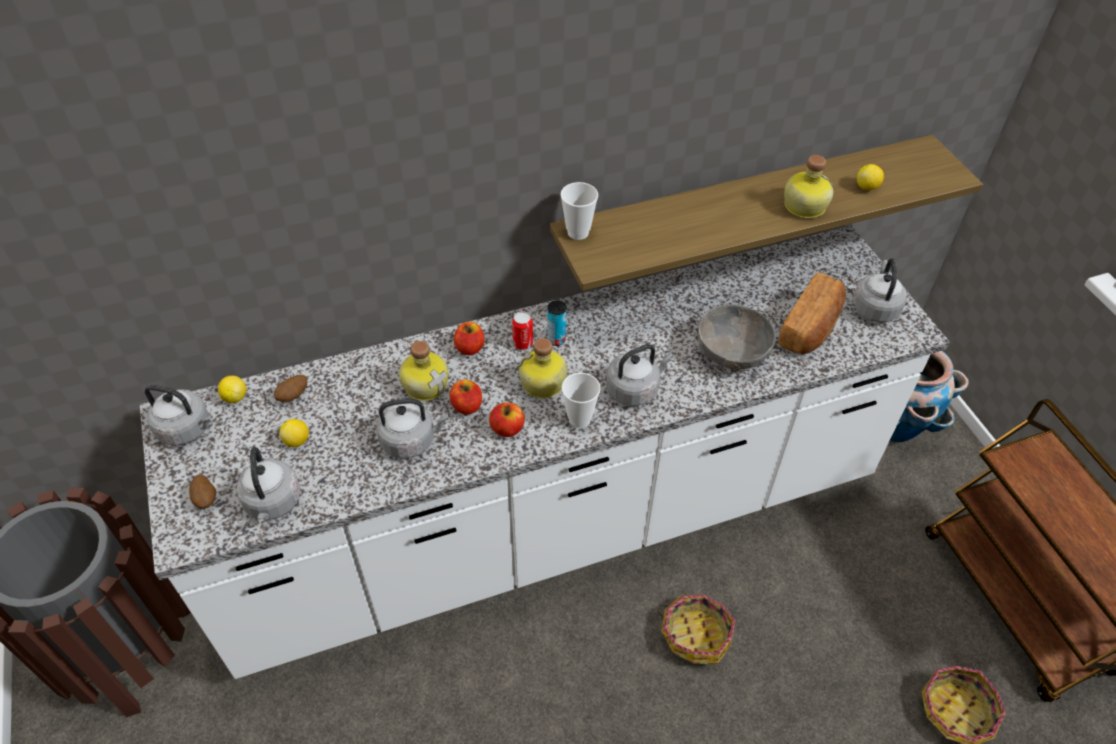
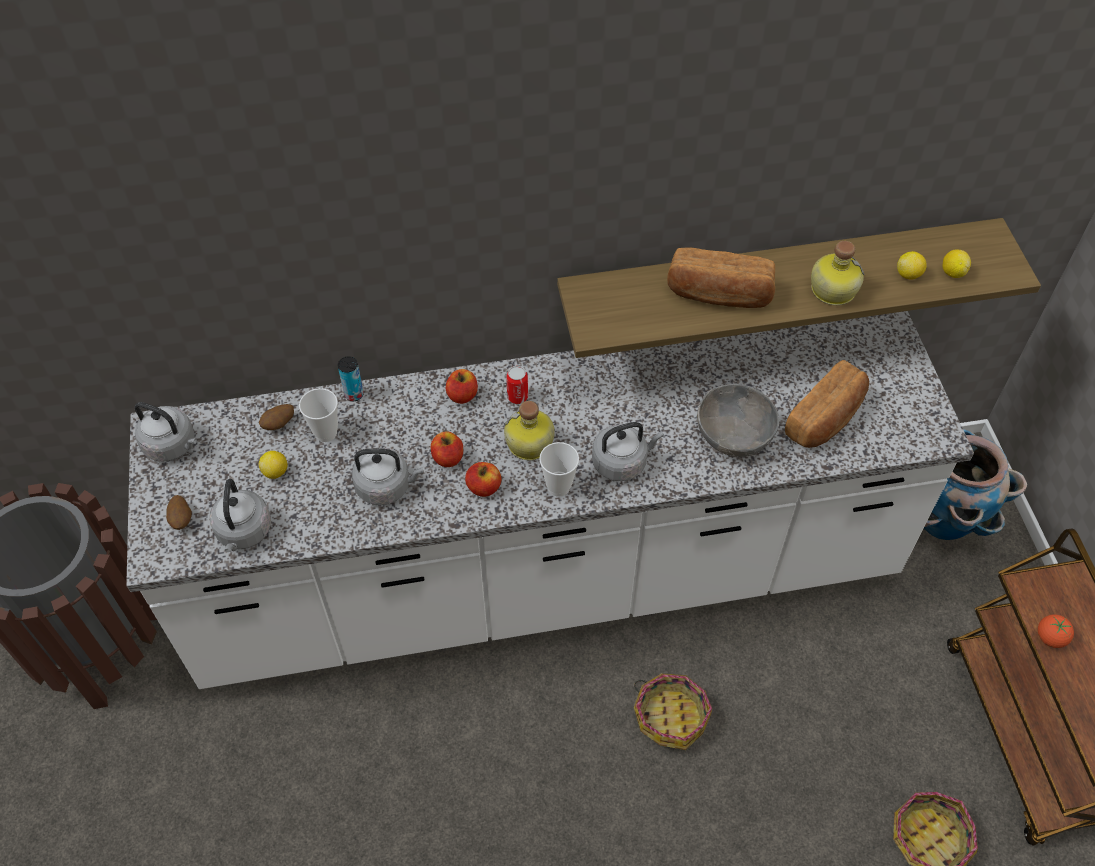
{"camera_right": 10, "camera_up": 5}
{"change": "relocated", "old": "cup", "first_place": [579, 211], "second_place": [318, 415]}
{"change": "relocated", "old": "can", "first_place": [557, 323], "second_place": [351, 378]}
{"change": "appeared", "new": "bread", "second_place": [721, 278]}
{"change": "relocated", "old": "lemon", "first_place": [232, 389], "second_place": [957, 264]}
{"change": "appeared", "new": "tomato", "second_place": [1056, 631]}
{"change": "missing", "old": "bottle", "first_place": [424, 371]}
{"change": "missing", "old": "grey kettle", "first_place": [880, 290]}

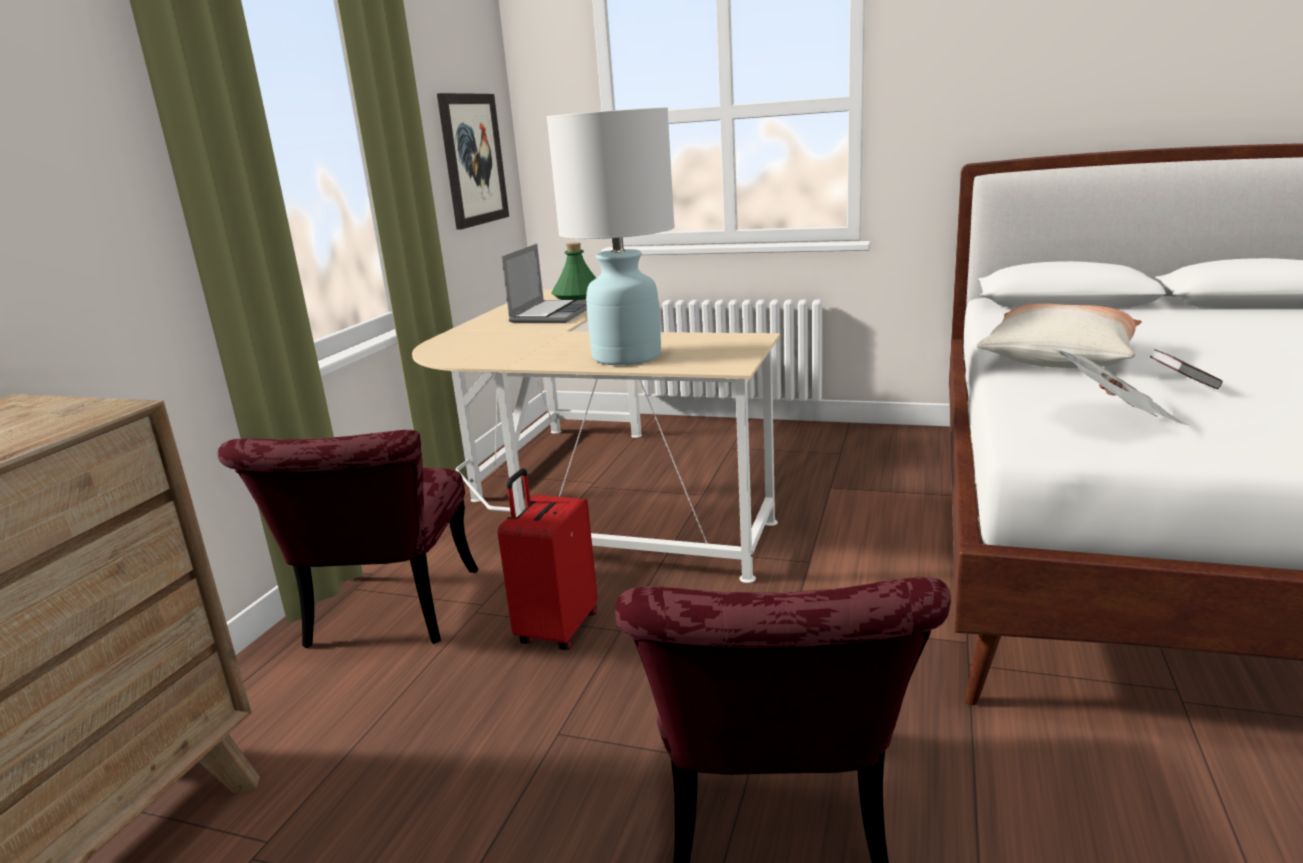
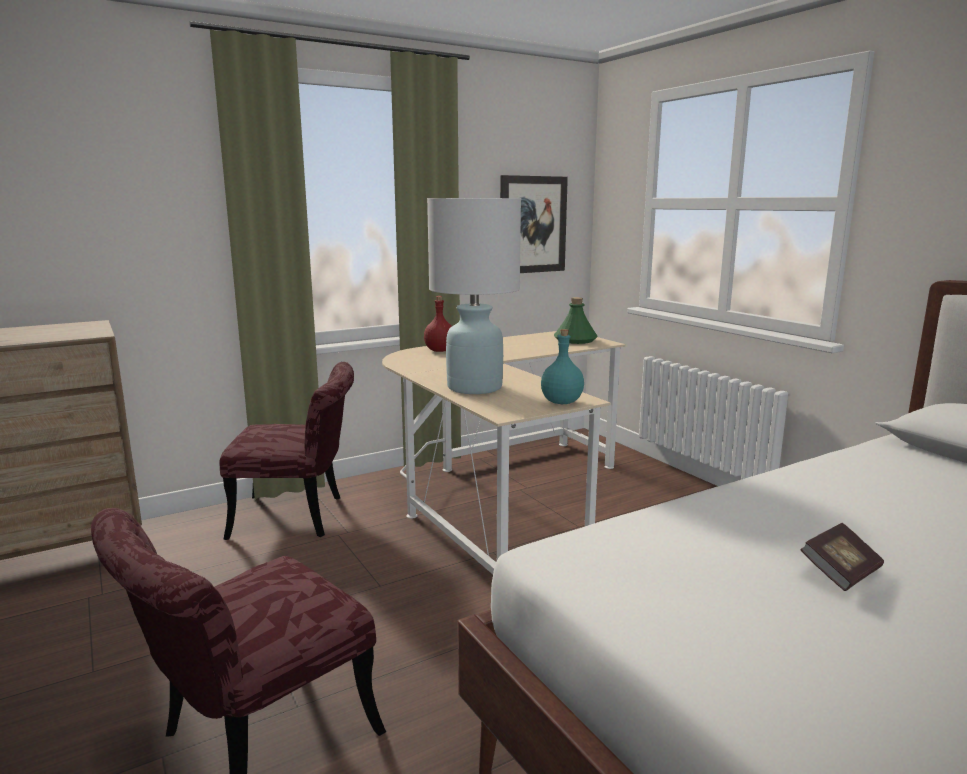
{"camera_right": 40, "camera_up": -5}
{"change": "spun", "old": "red chair", "first_place": [347, 539], "second_place": [286, 451], "degrees": -135}
{"change": "appeared", "new": "red bottle", "second_place": [438, 324]}
{"change": "appeared", "new": "turquoise bottle", "second_place": [562, 366]}
{"change": "missing", "old": "red suitcase", "first_place": [547, 559]}
{"change": "missing", "old": "laptop", "first_place": [544, 283]}
{"change": "missing", "old": "pillow", "first_place": [1059, 335]}
{"change": "missing", "old": "newspaper", "first_place": [1120, 387]}

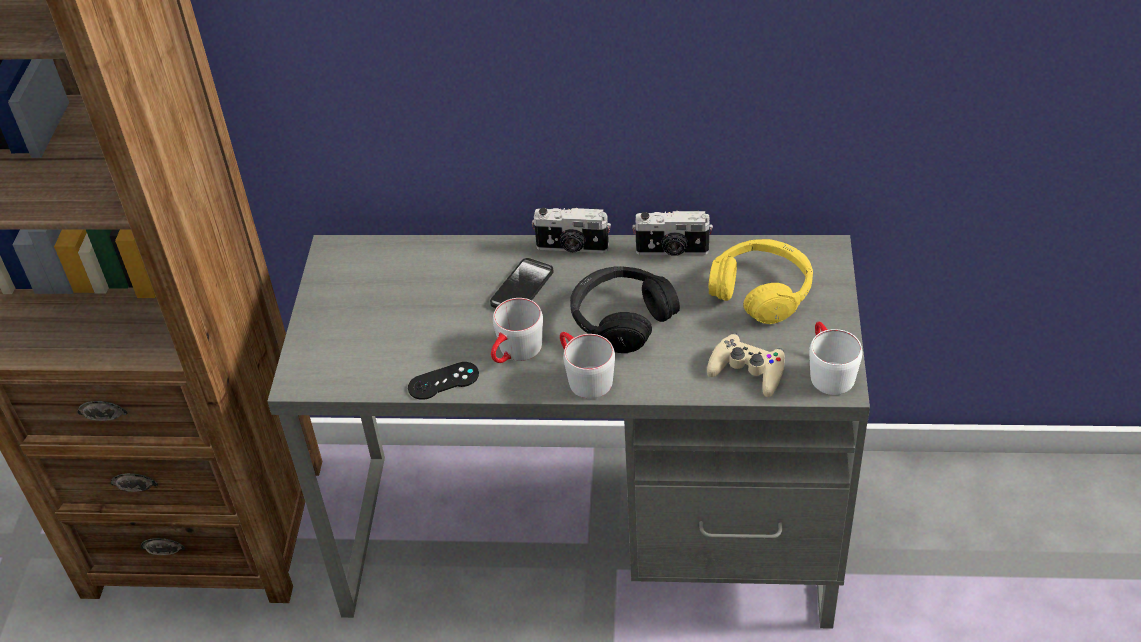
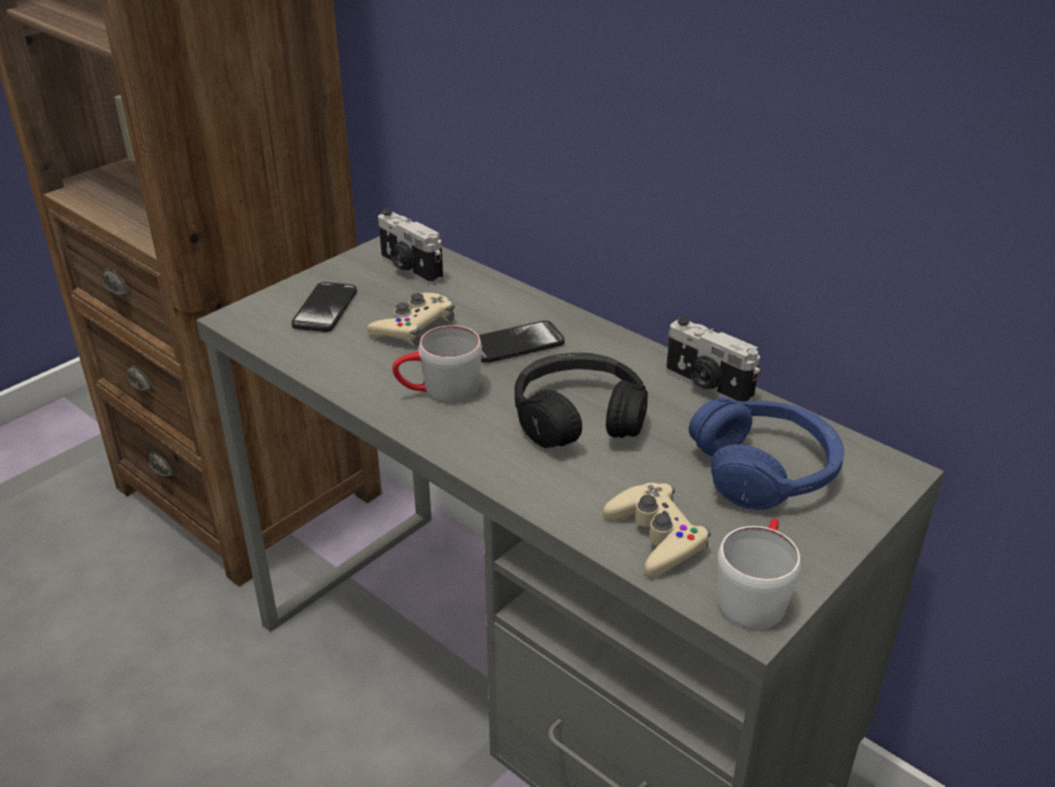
{"camera_right": 35, "camera_up": -10}
{"change": "appeared", "new": "phone", "second_place": [324, 307]}
{"change": "appeared", "new": "beige game controller", "second_place": [410, 319]}
{"change": "relocated", "old": "photo camera", "first_place": [571, 230], "second_place": [410, 247]}
{"change": "colour", "old": "yellow headphones", "new": "blue headphones", "first_place": [761, 281], "second_place": [767, 453]}
{"change": "missing", "old": "black game controller", "first_place": [443, 381]}
{"change": "missing", "old": "grey mug", "first_place": [587, 365]}

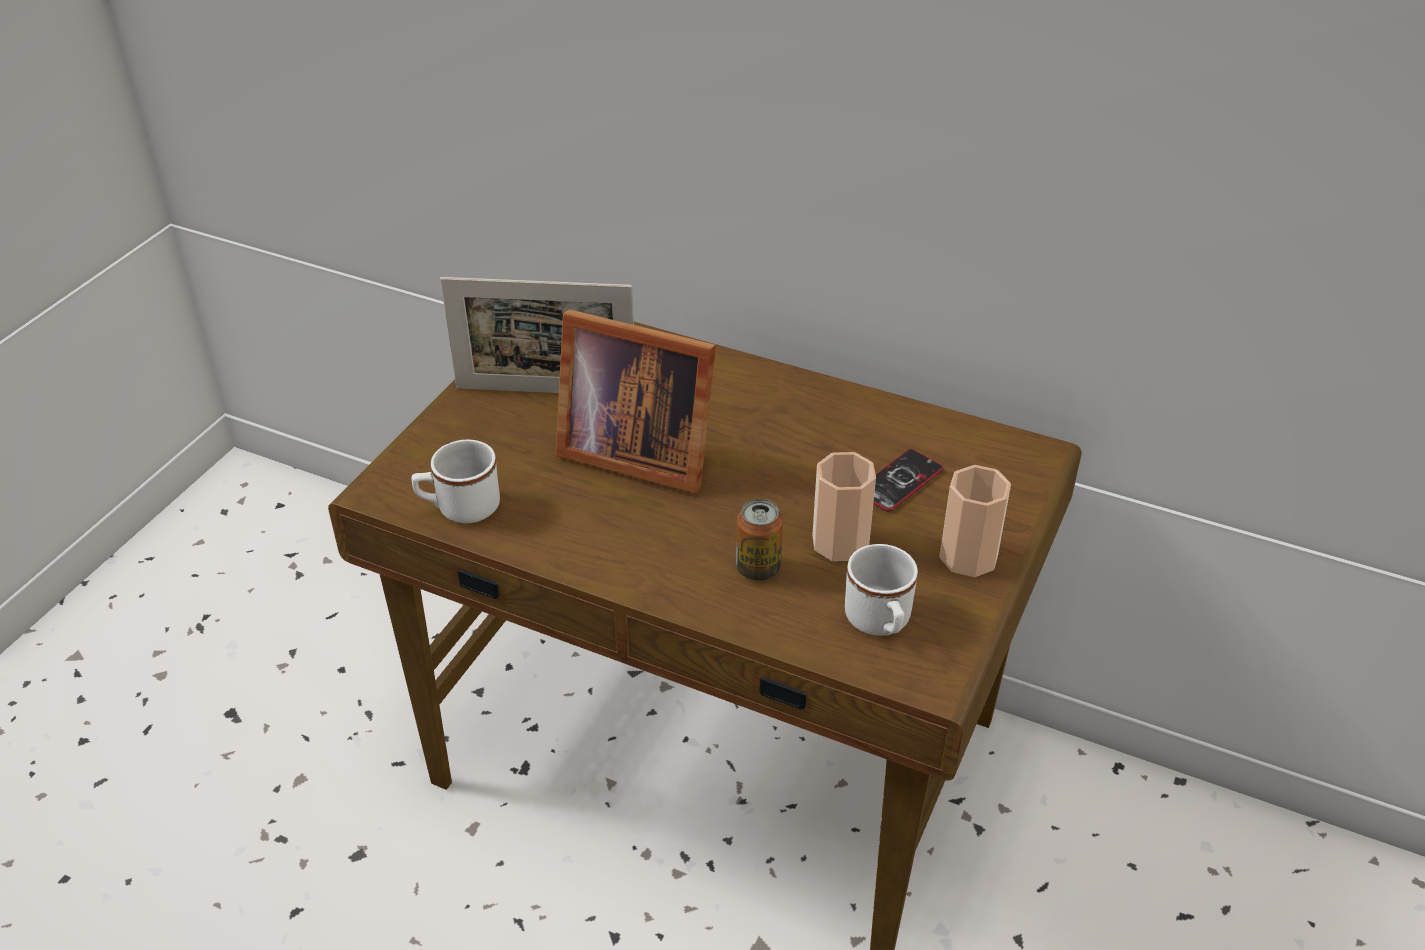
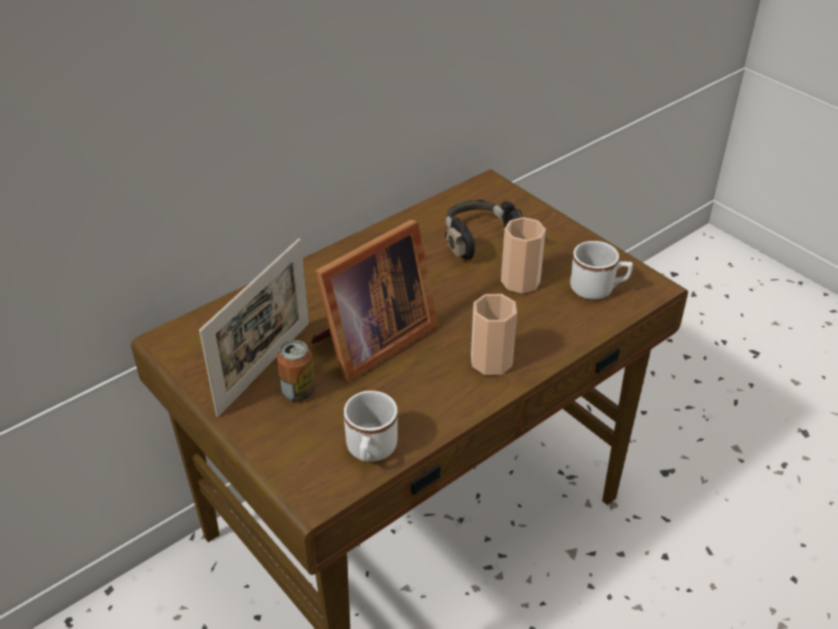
{"camera_right": -65, "camera_up": 0}
{"change": "relocated", "old": "can", "first_place": [759, 540], "second_place": [296, 370]}
{"change": "exchanged", "old": "phone", "new": "black headphones", "first_place": [908, 480], "second_place": [486, 230]}
{"change": "relocated", "old": "cup", "first_place": [975, 521], "second_place": [494, 334]}

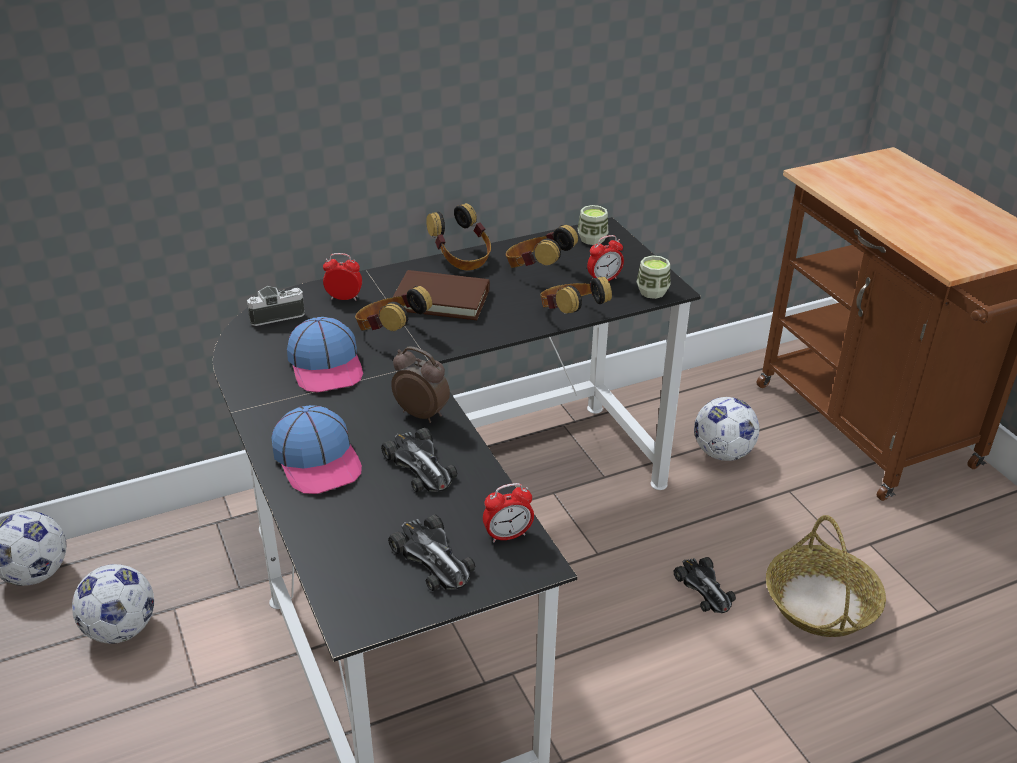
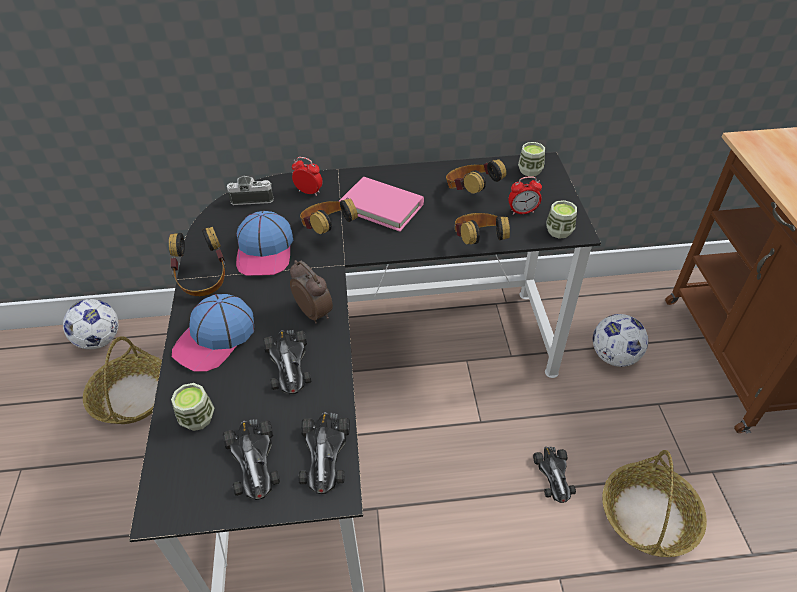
{"camera_right": 20, "camera_up": 10}
{"change": "exchanged", "old": "football", "new": "basket", "first_place": [113, 604], "second_place": [122, 380]}
{"change": "relocated", "old": "headphones", "first_place": [458, 236], "second_place": [197, 261]}
{"change": "appeared", "new": "cup", "second_place": [193, 407]}
{"change": "spun", "old": "cap", "first_place": [316, 449], "second_place": [213, 333], "degrees": 45}
{"change": "exchanged", "old": "alarm clock", "new": "toy car", "first_place": [508, 513], "second_place": [324, 453]}
{"change": "colour", "old": "brown book", "new": "pink book", "first_place": [441, 295], "second_place": [381, 204]}

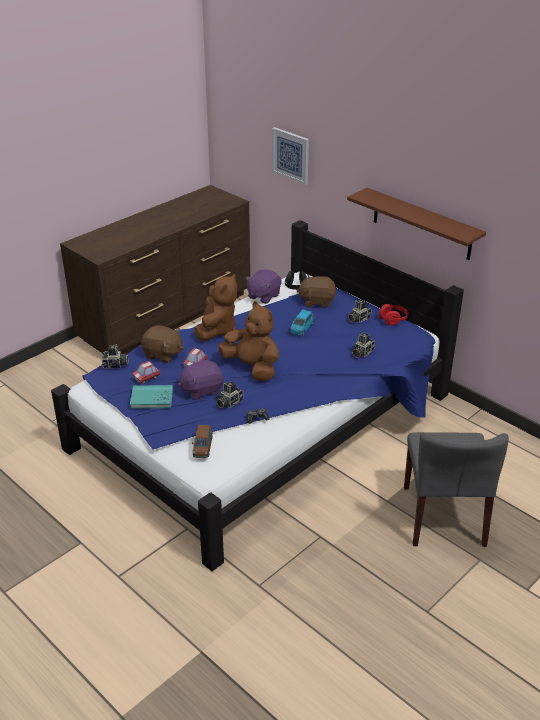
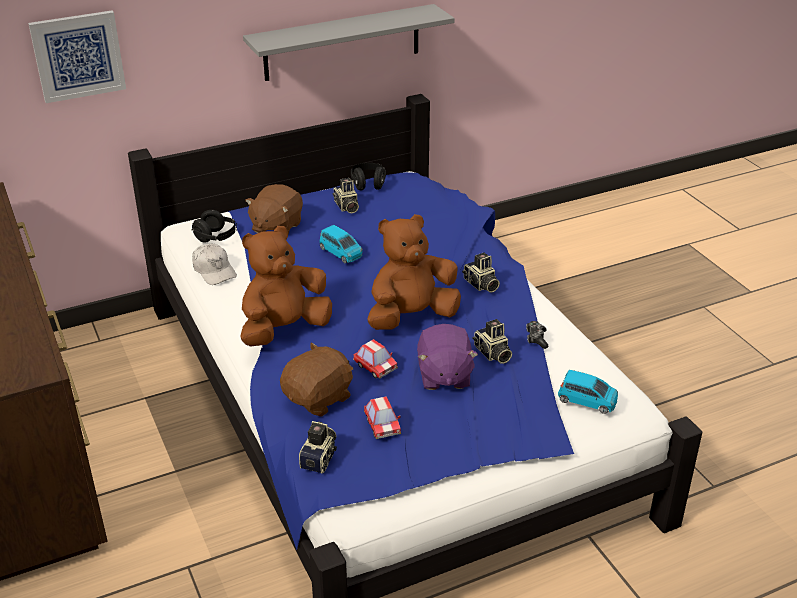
{"camera_right": -70, "camera_up": 0}
{"change": "exchanged", "old": "purple plush toy", "new": "white cap", "first_place": [263, 286], "second_place": [214, 264]}
{"change": "spun", "old": "brown plush toy", "first_place": [215, 307], "second_place": [286, 286], "degrees": -75}
{"change": "colour", "old": "brown shelf", "new": "grey shelf", "first_place": [416, 224], "second_place": [349, 42]}
{"change": "colour", "old": "red headphones", "new": "black headphones", "first_place": [393, 315], "second_place": [368, 177]}
{"change": "relocated", "old": "photo camera", "first_place": [363, 345], "second_place": [481, 272]}
{"change": "colour", "old": "brown toy car", "new": "blue toy car", "first_place": [202, 441], "second_place": [588, 392]}
{"change": "missing", "old": "turquoise book", "first_place": [151, 397]}
{"change": "missing", "old": "grey chair", "first_place": [456, 489]}

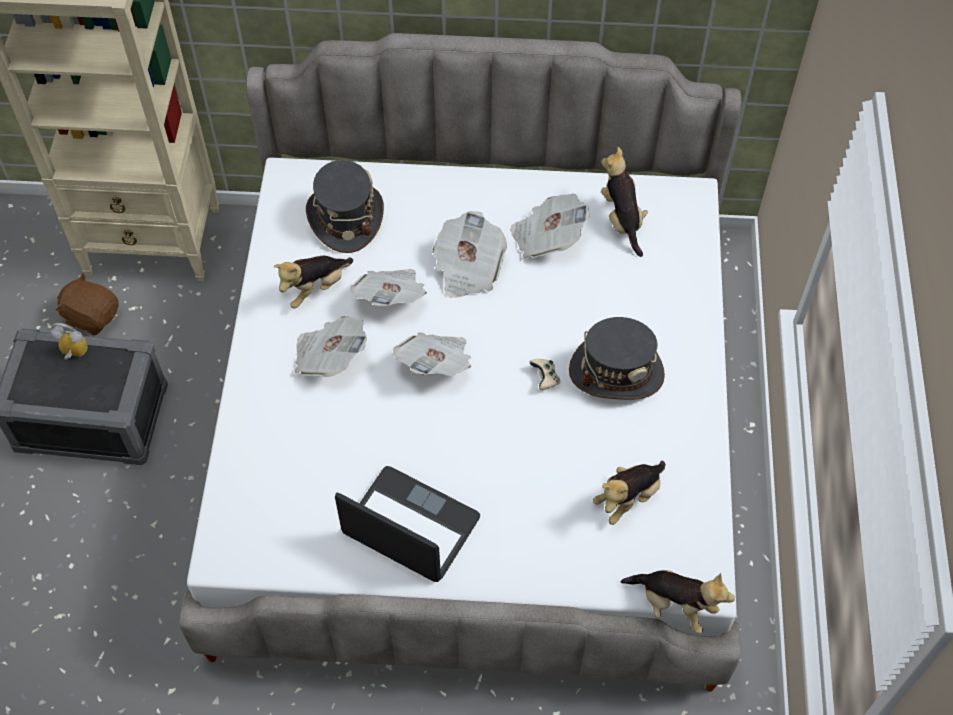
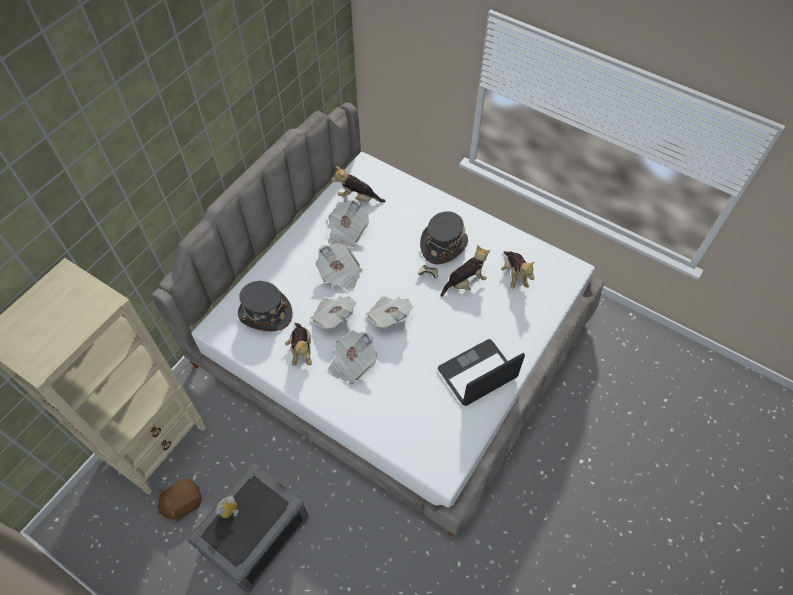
{"camera_right": -60, "camera_up": 0}
{"change": "relocated", "old": "plush toy", "first_place": [678, 602], "second_place": [465, 271]}

